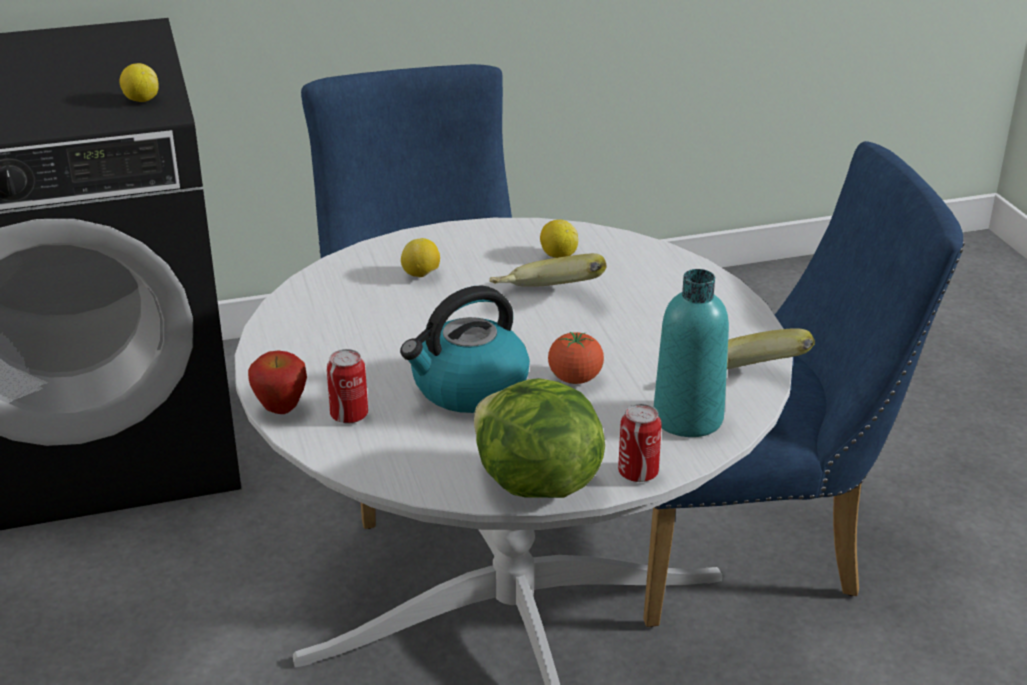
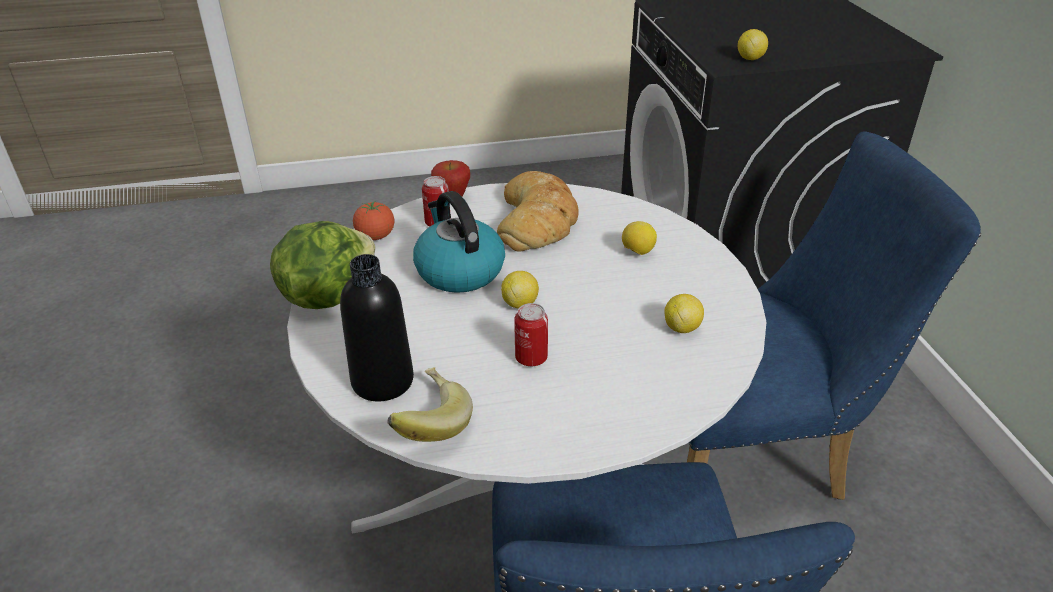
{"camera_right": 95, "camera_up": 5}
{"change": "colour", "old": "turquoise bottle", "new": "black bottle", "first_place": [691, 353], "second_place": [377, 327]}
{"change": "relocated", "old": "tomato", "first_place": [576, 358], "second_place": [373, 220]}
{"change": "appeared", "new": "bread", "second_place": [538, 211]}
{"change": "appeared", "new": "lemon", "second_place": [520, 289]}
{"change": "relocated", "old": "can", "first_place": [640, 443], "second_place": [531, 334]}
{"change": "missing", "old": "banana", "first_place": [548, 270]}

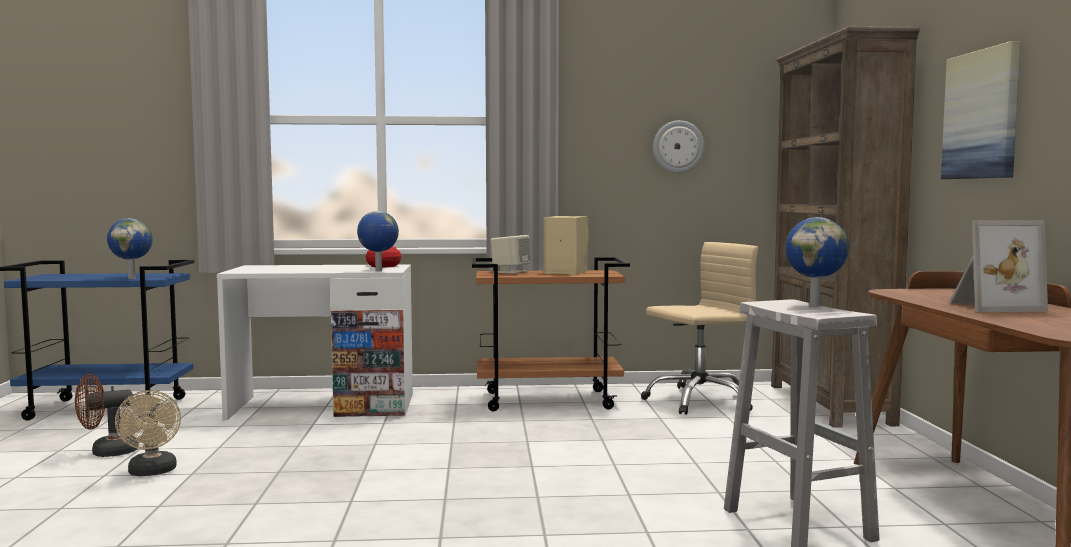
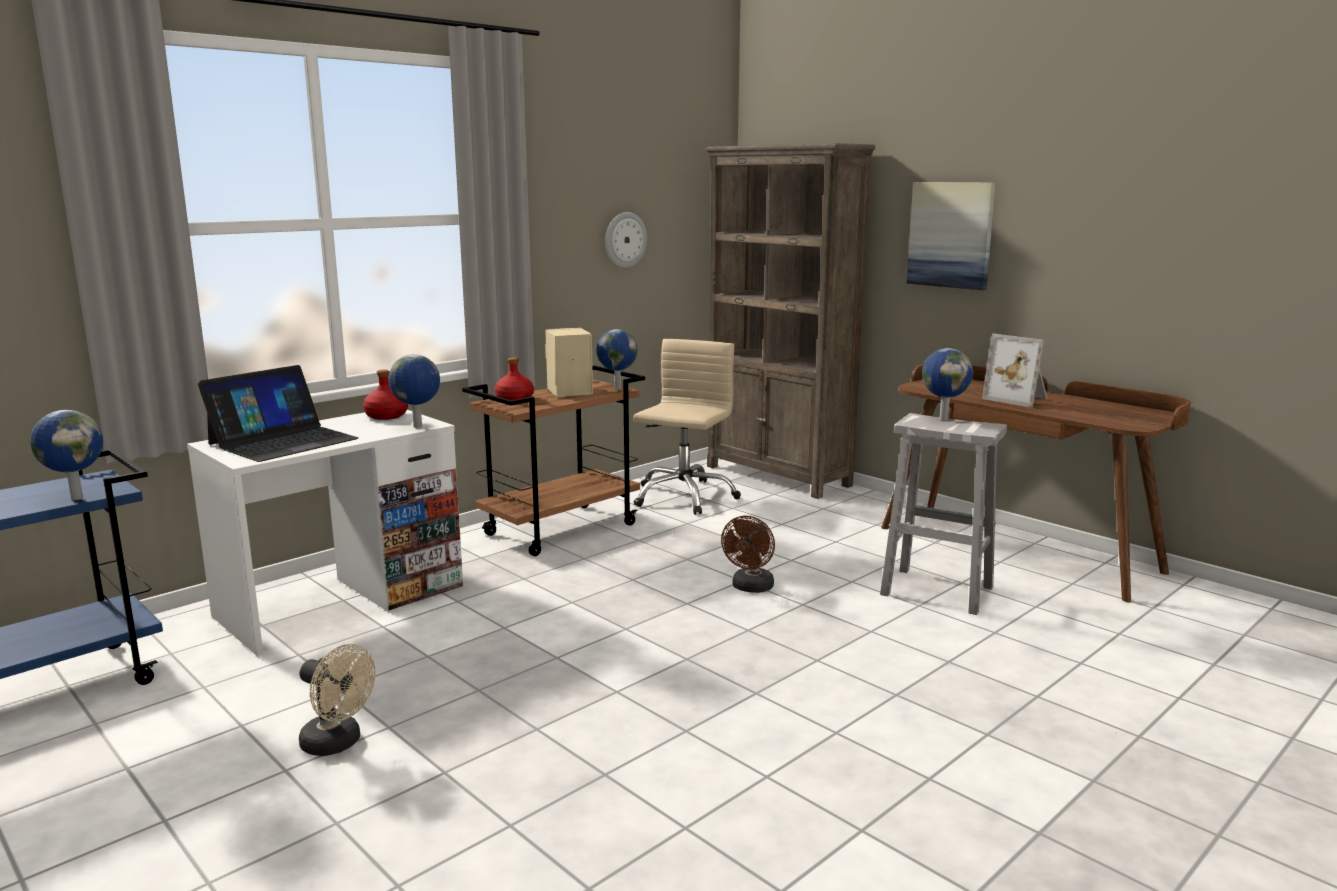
{"camera_right": -40, "camera_up": 10}
{"change": "appeared", "new": "laptop", "second_place": [278, 413]}
{"change": "exchanged", "old": "beige speaker", "new": "red bottle", "first_place": [511, 254], "second_place": [514, 378]}
{"change": "appeared", "new": "globe", "second_place": [617, 359]}
{"change": "relocated", "old": "brown fan", "first_place": [106, 415], "second_place": [748, 554]}
{"change": "spun", "old": "picture frame", "first_place": [998, 266], "second_place": [1015, 370], "degrees": 90}

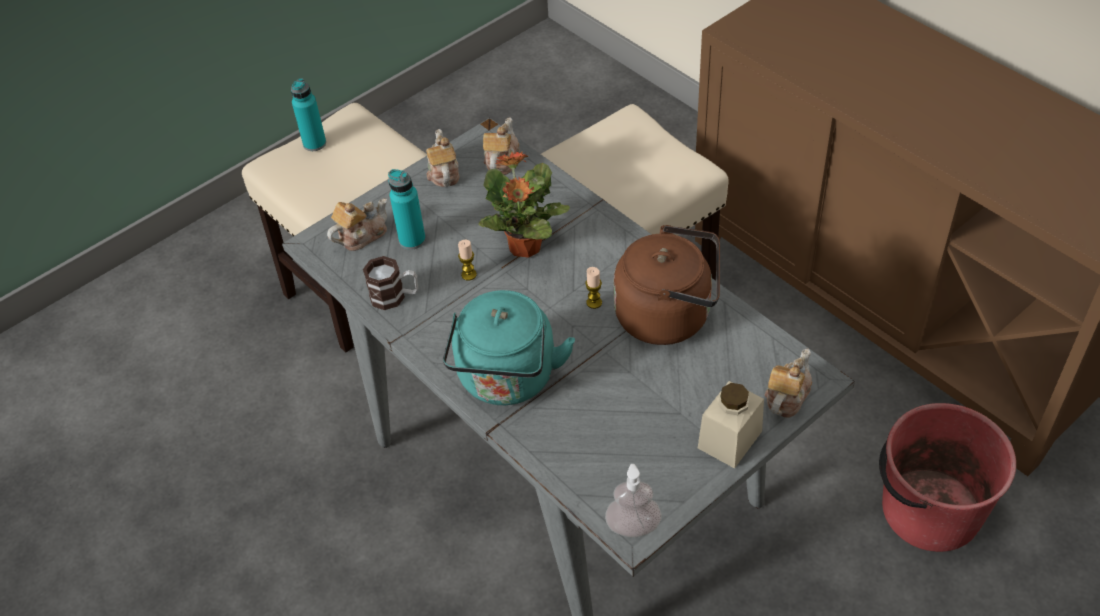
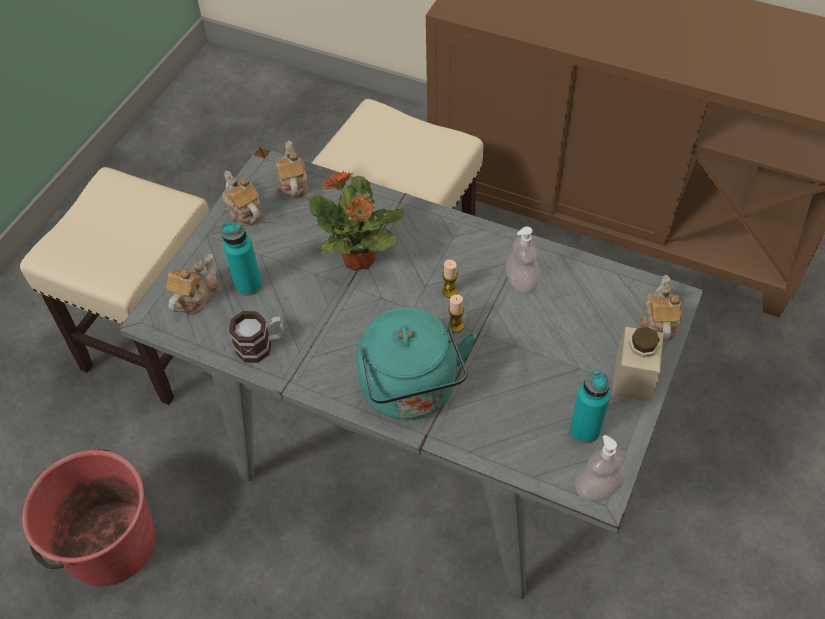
{"camera_right": -25, "camera_up": 5}
{"change": "relocated", "old": "red bucket", "first_place": [947, 477], "second_place": [88, 517]}
{"change": "relocated", "old": "candle", "first_place": [467, 260], "second_place": [456, 313]}
{"change": "exchanged", "old": "brown kettle", "new": "soap dispenser", "first_place": [667, 285], "second_place": [523, 260]}
{"change": "relocated", "old": "turquoise bottle", "first_place": [308, 114], "second_place": [590, 407]}

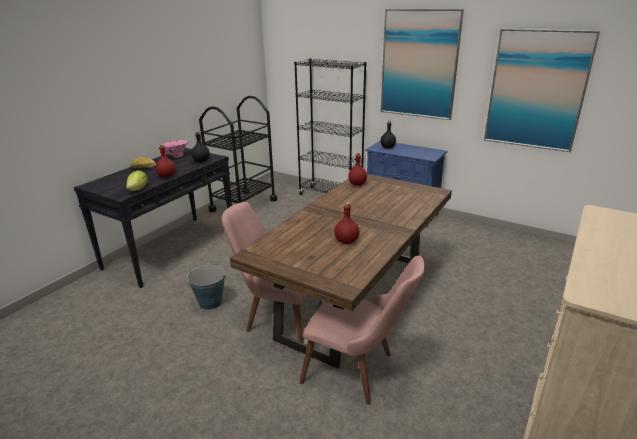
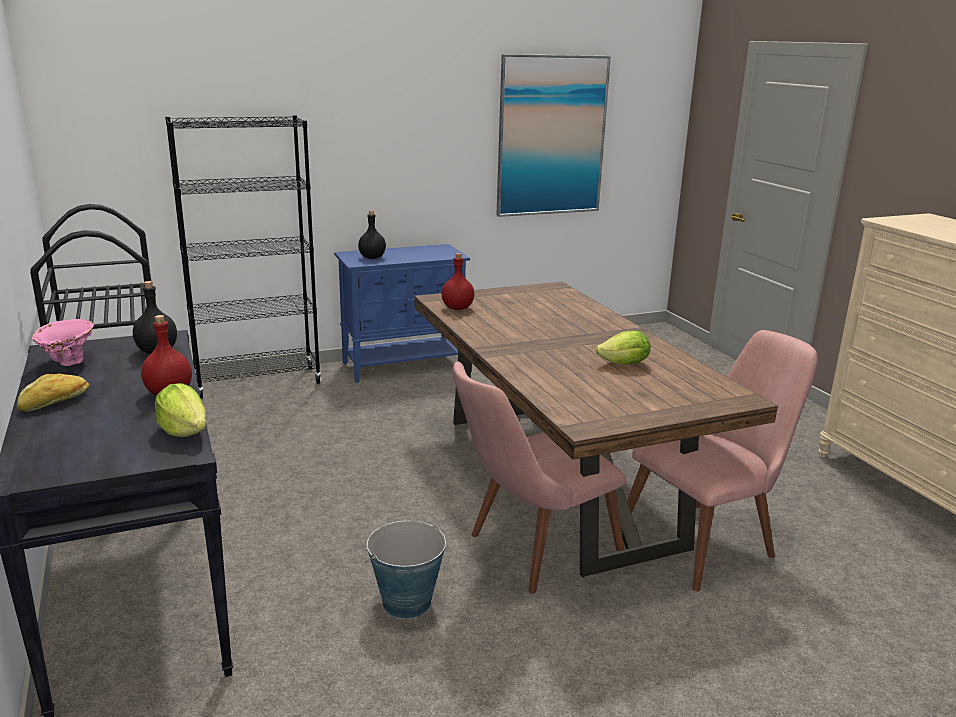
{"camera_right": -55, "camera_up": -5}
{"change": "exchanged", "old": "red bottle", "new": "lettuce", "first_place": [347, 223], "second_place": [623, 347]}
{"change": "missing", "old": "picture", "first_place": [422, 64]}

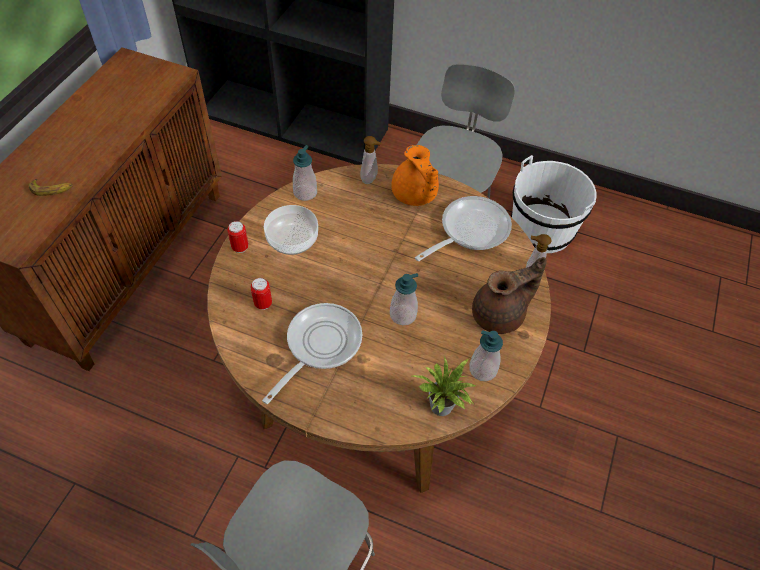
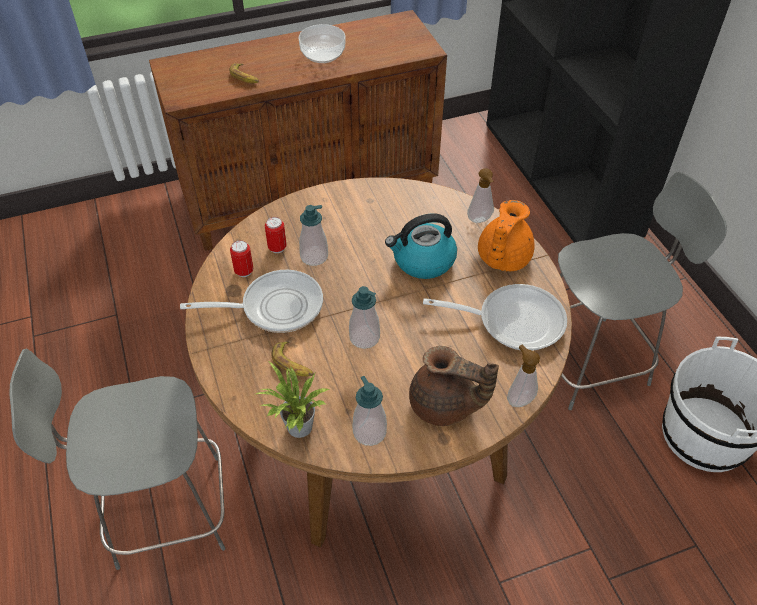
{"camera_right": 50, "camera_up": -5}
{"change": "relocated", "old": "can", "first_place": [238, 237], "second_place": [242, 258]}
{"change": "appeared", "new": "banana", "second_place": [292, 359]}
{"change": "relocated", "old": "bowl", "first_place": [291, 230], "second_place": [322, 43]}
{"change": "relocated", "old": "soap dispenser", "first_place": [305, 173], "second_place": [313, 235]}
{"change": "appeared", "new": "kettle", "second_place": [421, 246]}

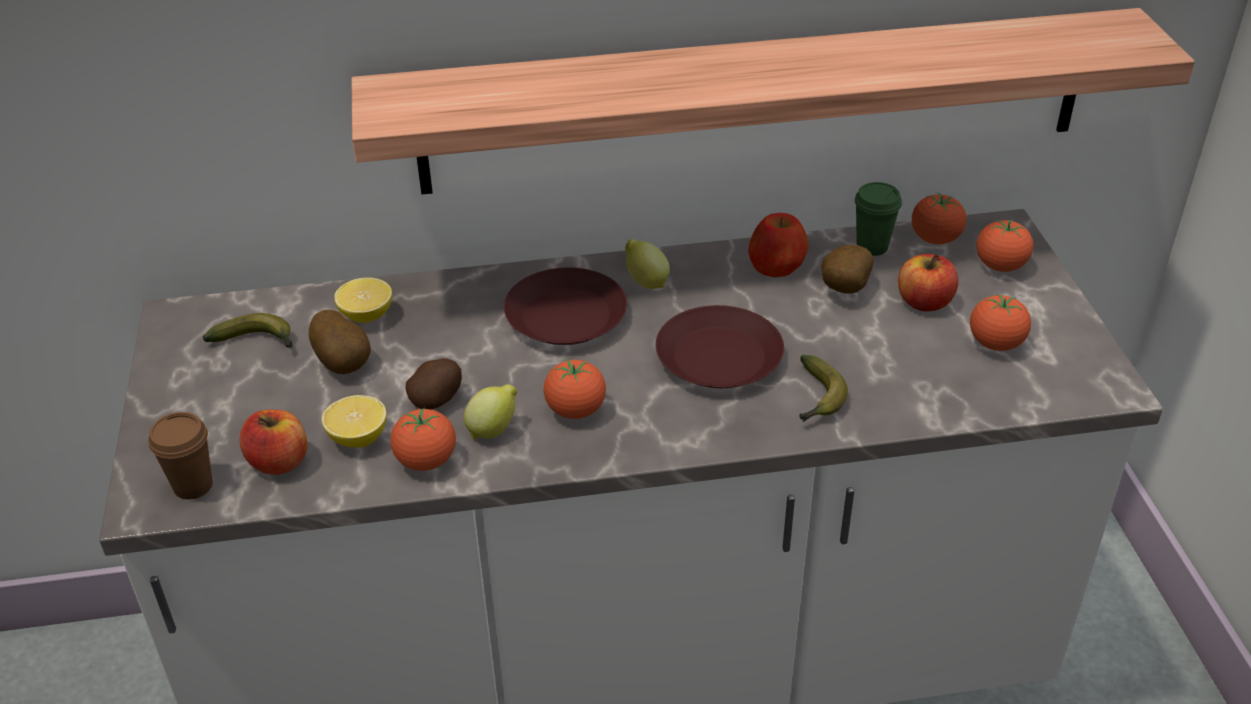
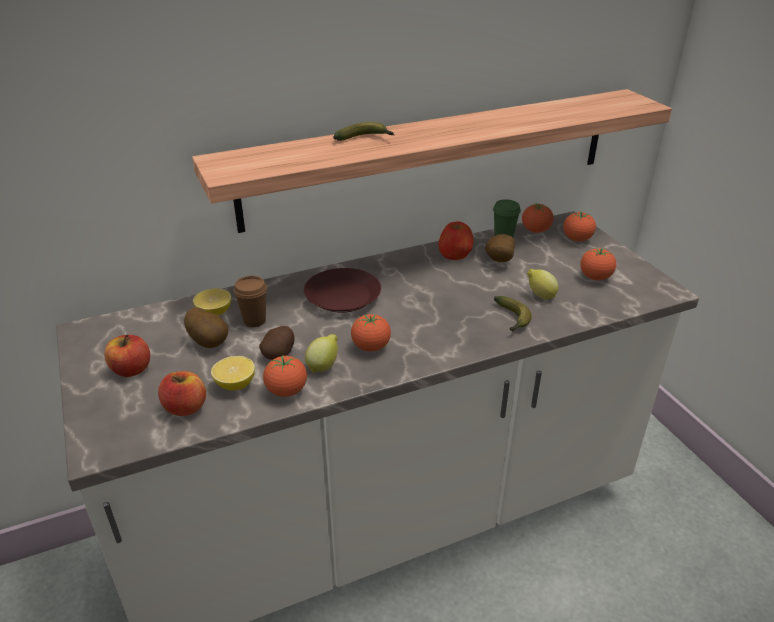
{"camera_right": -15, "camera_up": -5}
{"change": "relocated", "old": "apple", "first_place": [928, 283], "second_place": [127, 355]}
{"change": "relocated", "old": "brown cup", "first_place": [180, 455], "second_place": [250, 301]}
{"change": "relocated", "old": "banana", "first_place": [248, 330], "second_place": [363, 131]}
{"change": "relocated", "old": "lemon", "first_place": [647, 264], "second_place": [542, 284]}
{"change": "missing", "old": "brown plate", "first_place": [720, 346]}

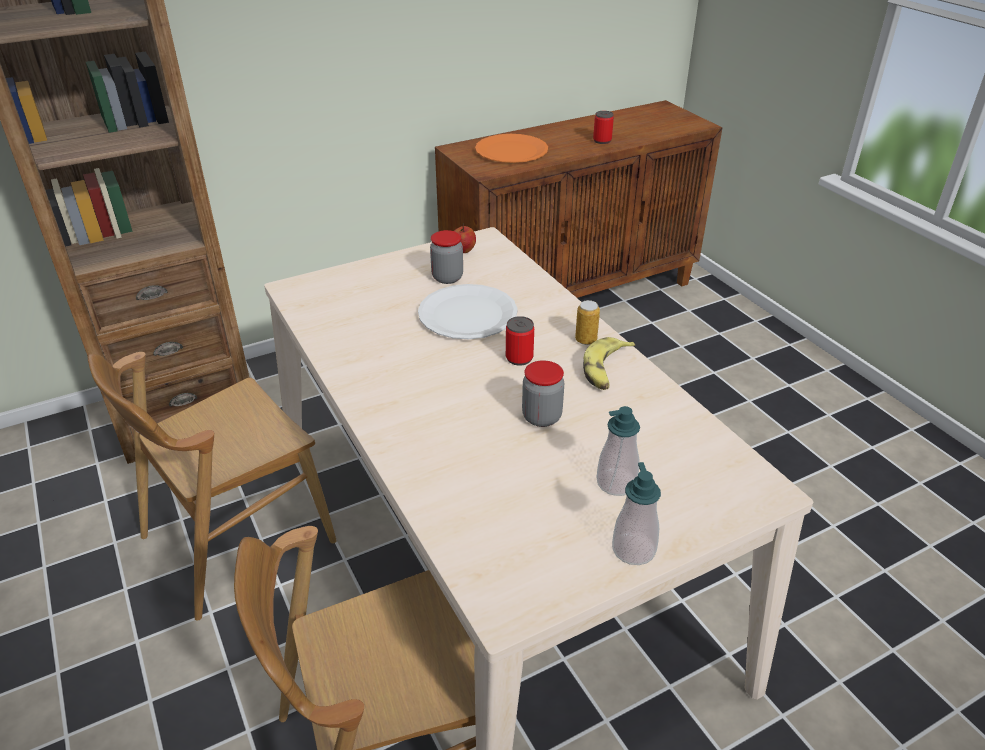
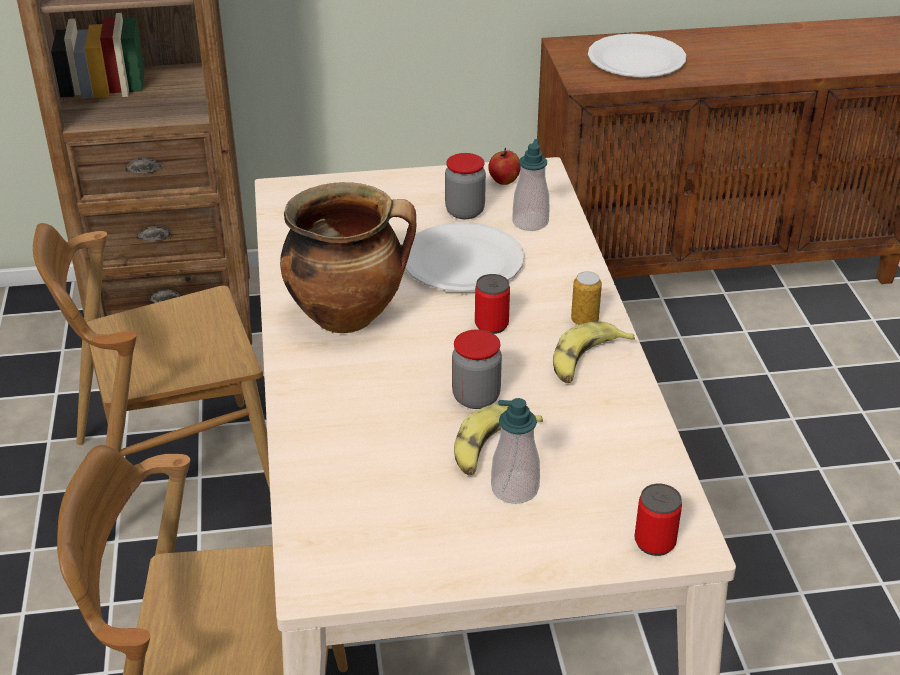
{"camera_right": 20, "camera_up": 0}
{"change": "appeared", "new": "cooking pot", "second_place": [348, 257]}
{"change": "appeared", "new": "banana", "second_place": [498, 439]}
{"change": "relocated", "old": "soap dispenser", "first_place": [636, 513], "second_place": [530, 185]}
{"change": "colour", "old": "orange plate", "new": "white plate", "first_place": [511, 148], "second_place": [637, 55]}
{"change": "relocated", "old": "can", "first_place": [603, 127], "second_place": [658, 519]}

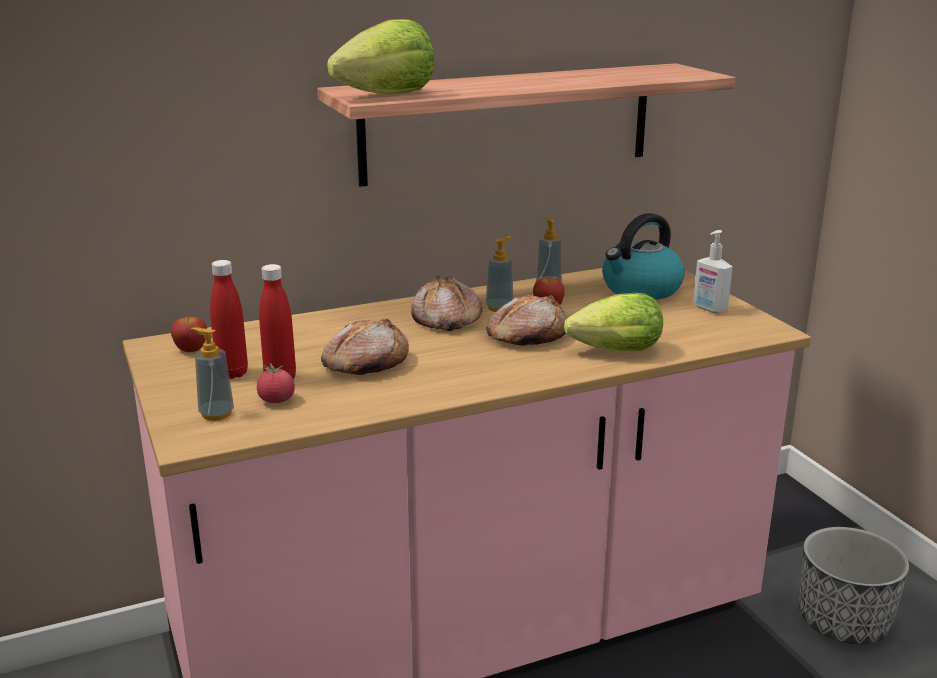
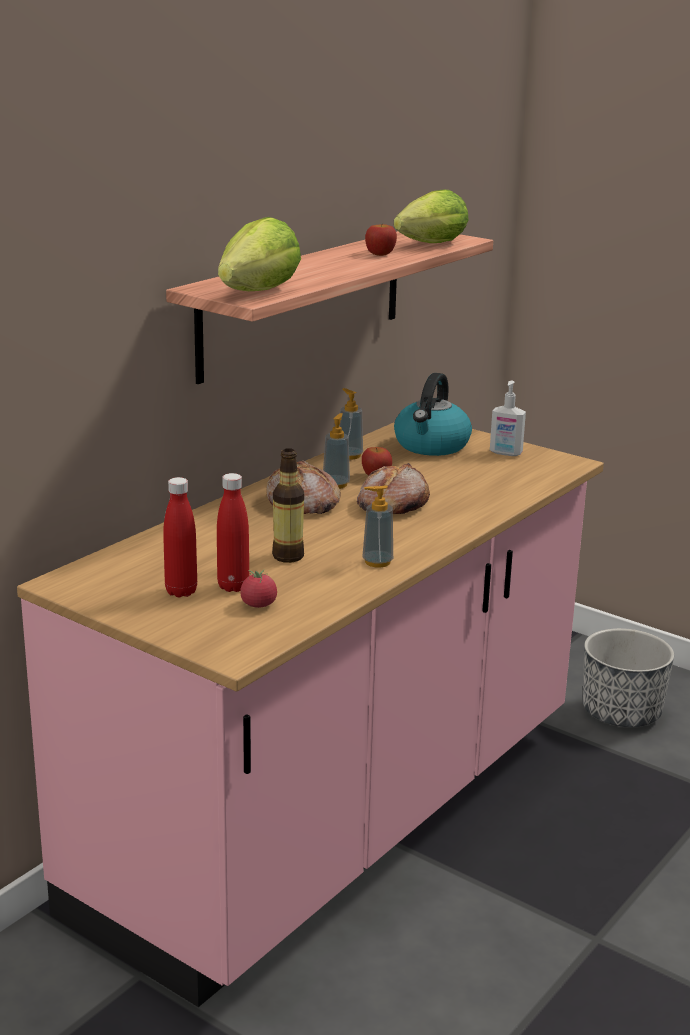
{"camera_right": -30, "camera_up": 0}
{"change": "exchanged", "old": "bread", "new": "bottle", "first_place": [365, 347], "second_place": [288, 505]}
{"change": "relocated", "old": "soap dispenser", "first_place": [212, 374], "second_place": [377, 526]}
{"change": "relocated", "old": "apple", "first_place": [189, 334], "second_place": [381, 239]}
{"change": "relocated", "old": "lettuce", "first_place": [613, 322], "second_place": [431, 216]}

